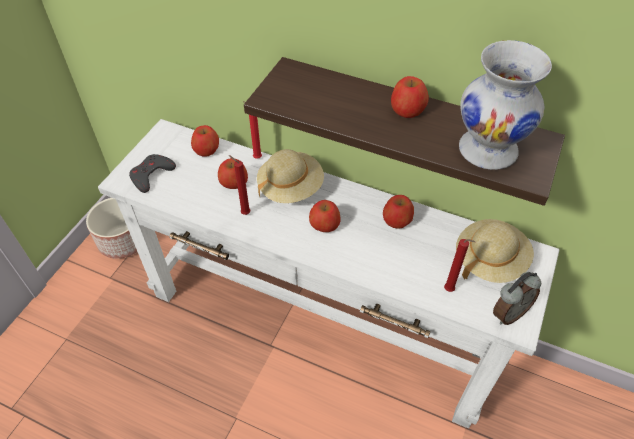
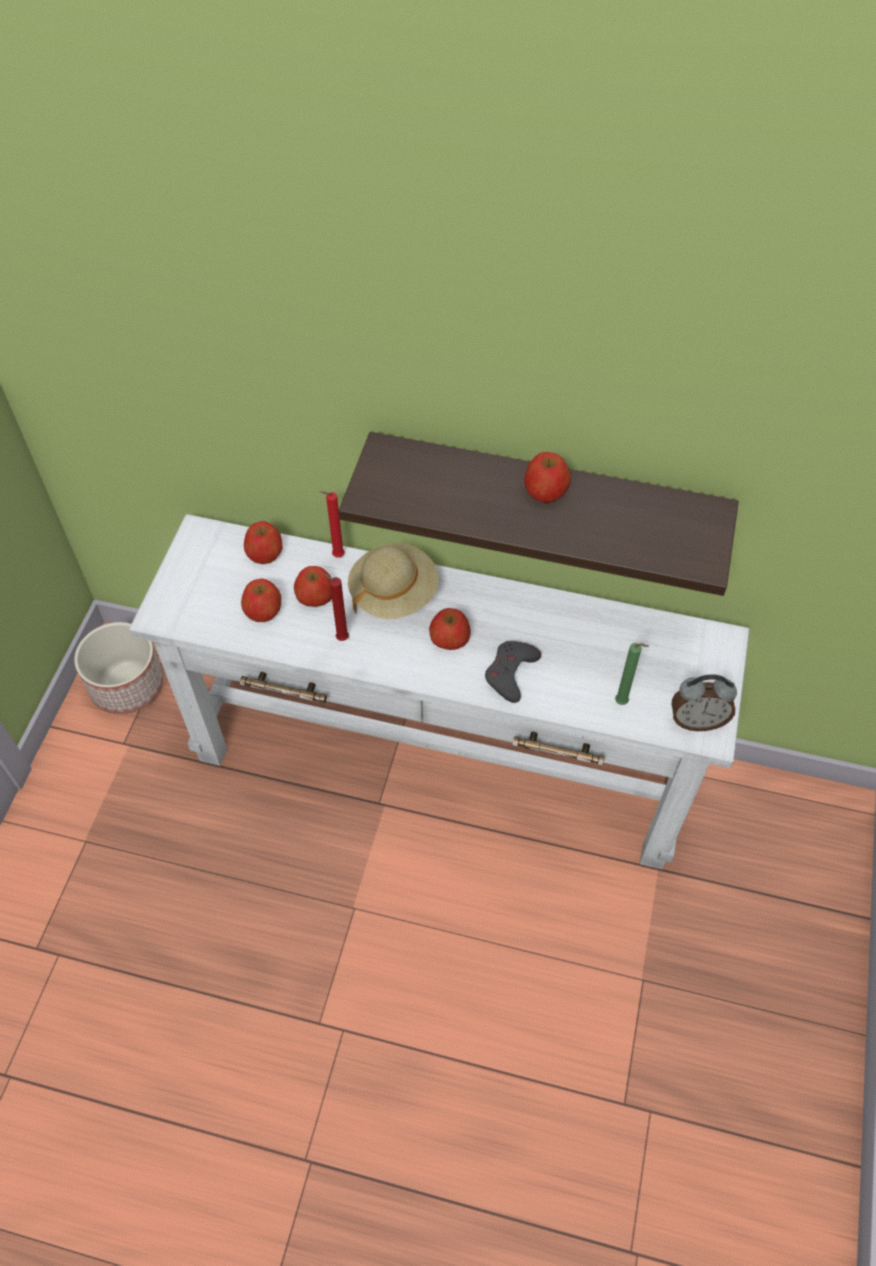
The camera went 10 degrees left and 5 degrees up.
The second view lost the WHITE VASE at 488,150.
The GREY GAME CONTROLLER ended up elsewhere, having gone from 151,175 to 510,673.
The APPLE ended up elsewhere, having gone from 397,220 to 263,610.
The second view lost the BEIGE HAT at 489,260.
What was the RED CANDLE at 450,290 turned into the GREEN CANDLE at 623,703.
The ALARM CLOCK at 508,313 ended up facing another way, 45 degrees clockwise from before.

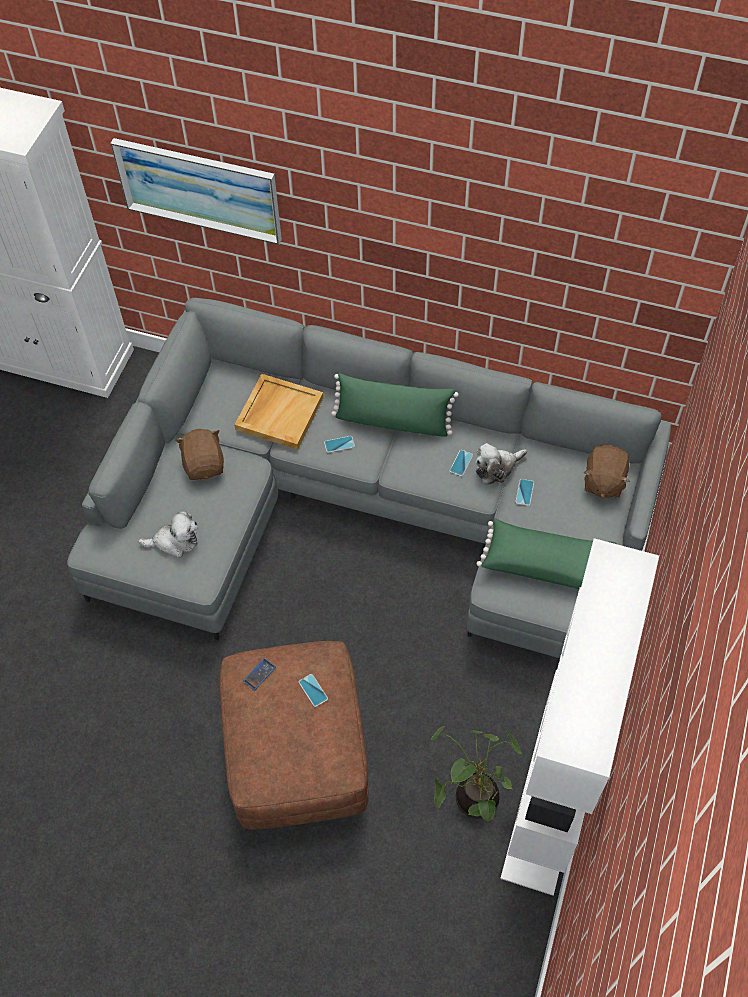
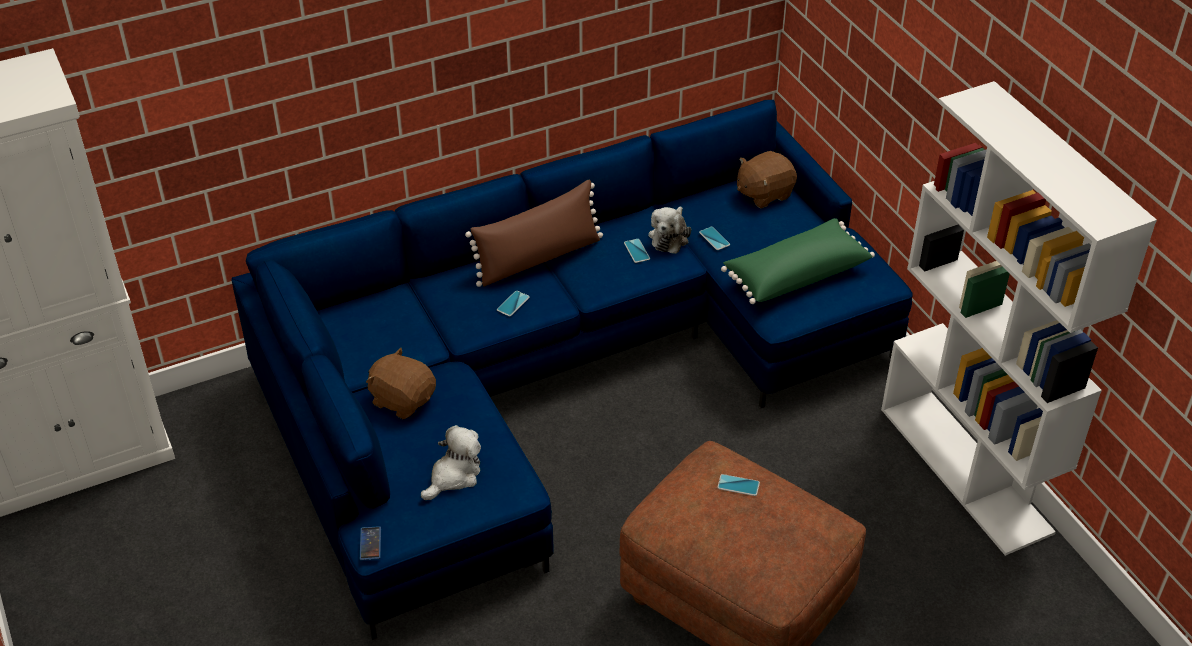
The camera went 45 degrees left and 15 degrees down.
The second view lost the PICTURE at 199,189.
What was the GREY SOFA at 368,509 turned into the BLUE SOFA at 559,376.
What was the GREEN PILLOW at 393,421 turned into the BROWN PILLOW at 538,258.
The second view lost the BEIGE TRAY at 279,413.
The BROWN PLUSH TOY at 603,481 ended up facing another way, 90 degrees clockwise from before.
The PHONE ended up elsewhere, having gone from 259,674 to 370,543.
The second view lost the POTTED PLANT at 473,796.

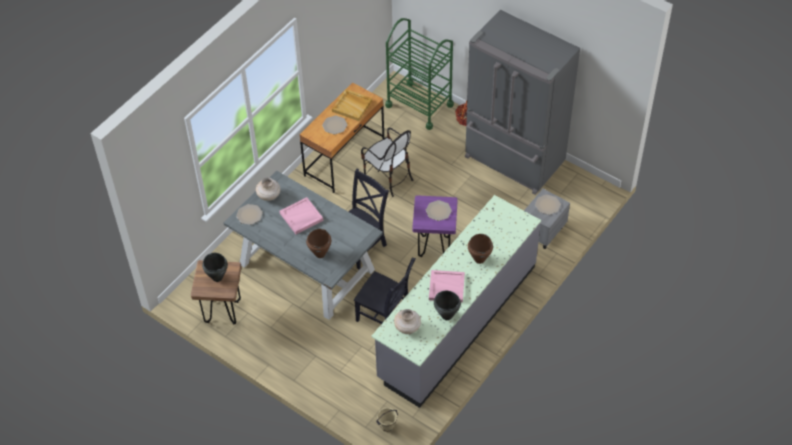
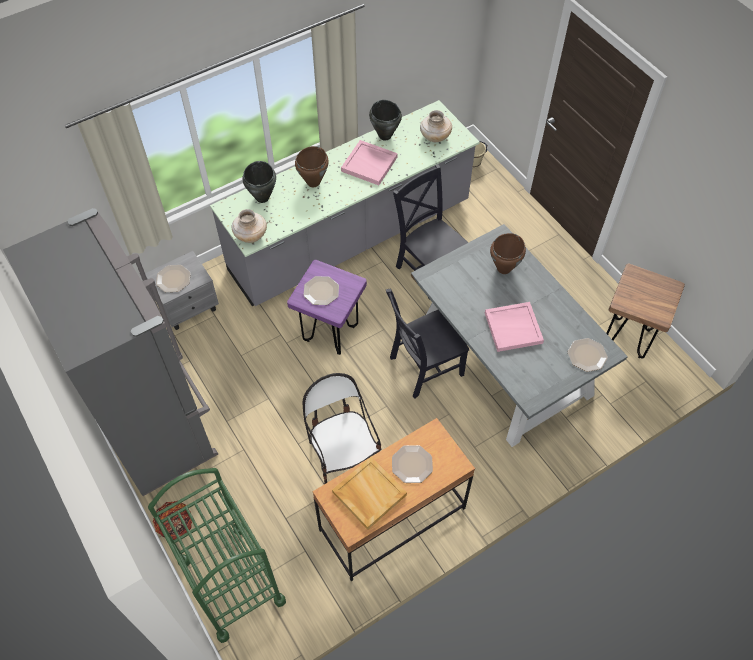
The camera went 160 degrees left and 5 degrees up.
The BEIGE VASE ended up elsewhere, having gone from 269,196 to 251,236.
The BLACK COOKING POT ended up elsewhere, having gone from 217,278 to 263,197.

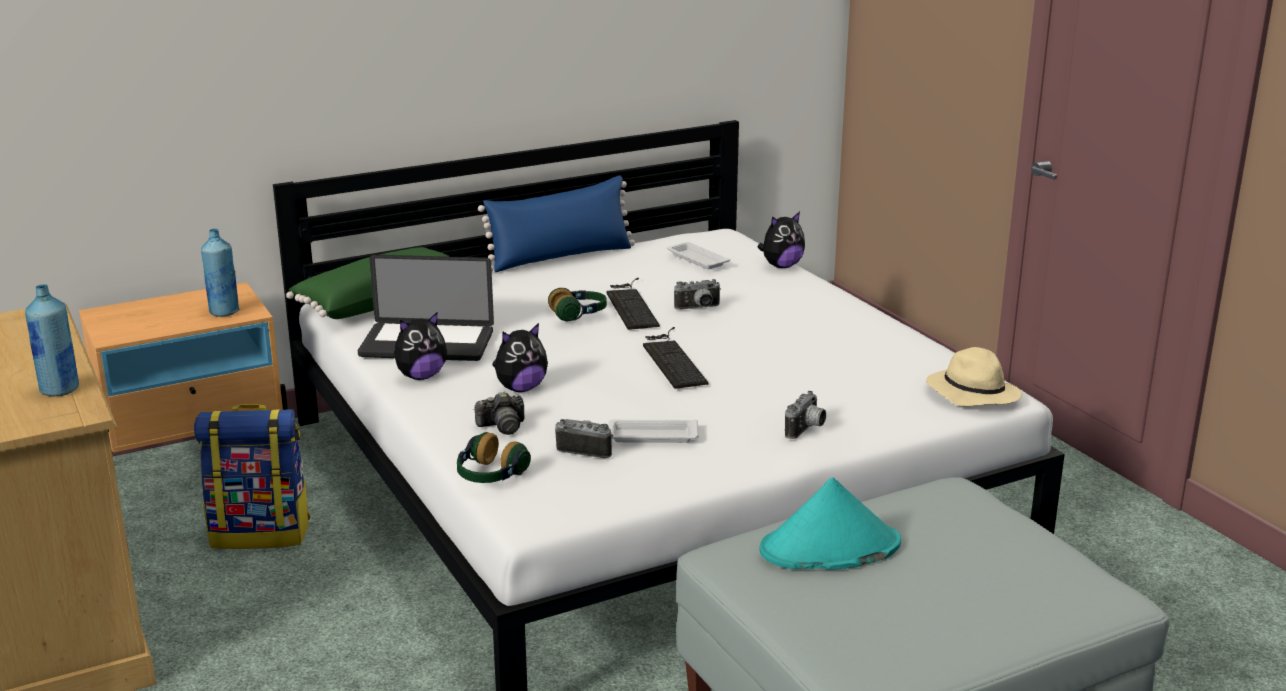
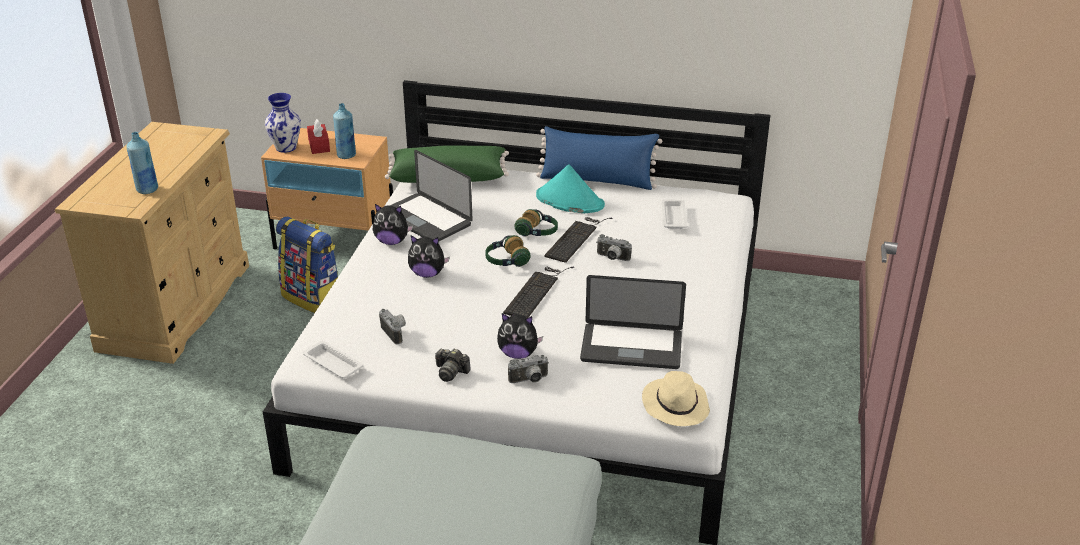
The camera went 40 degrees right and 10 degrees up.
The PLUSH TOY ended up elsewhere, having gone from 781,266 to 518,354.
The PHOTO CAMERA ended up elsewhere, having gone from 502,426 to 451,372.
The WHITE TRAY ended up elsewhere, having gone from 650,436 to 332,363.
The HEADPHONES ended up elsewhere, having gone from 490,476 to 506,261.
The TURQUOISE HAT ended up elsewhere, having gone from 829,548 to 569,201.
The second view gained the VASE at 286,147.
The second view gained the RED TISSUE BOX at 319,145.
The second view gained the LAPTOP at 631,347.

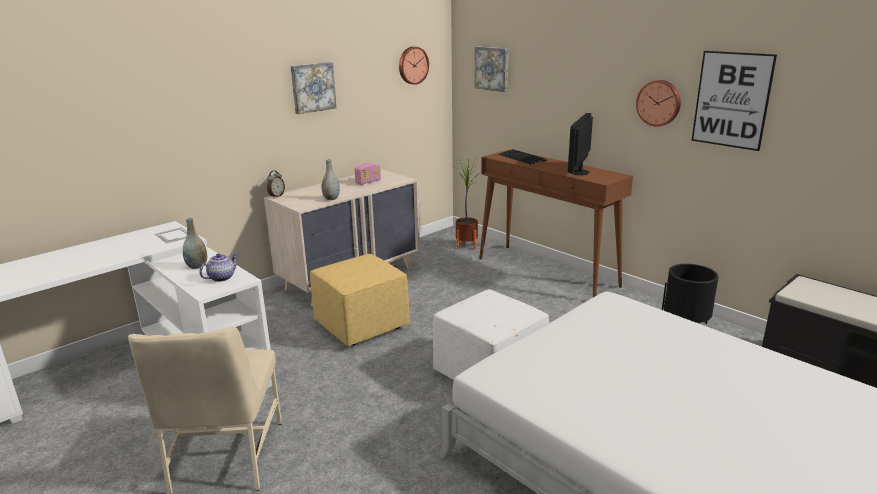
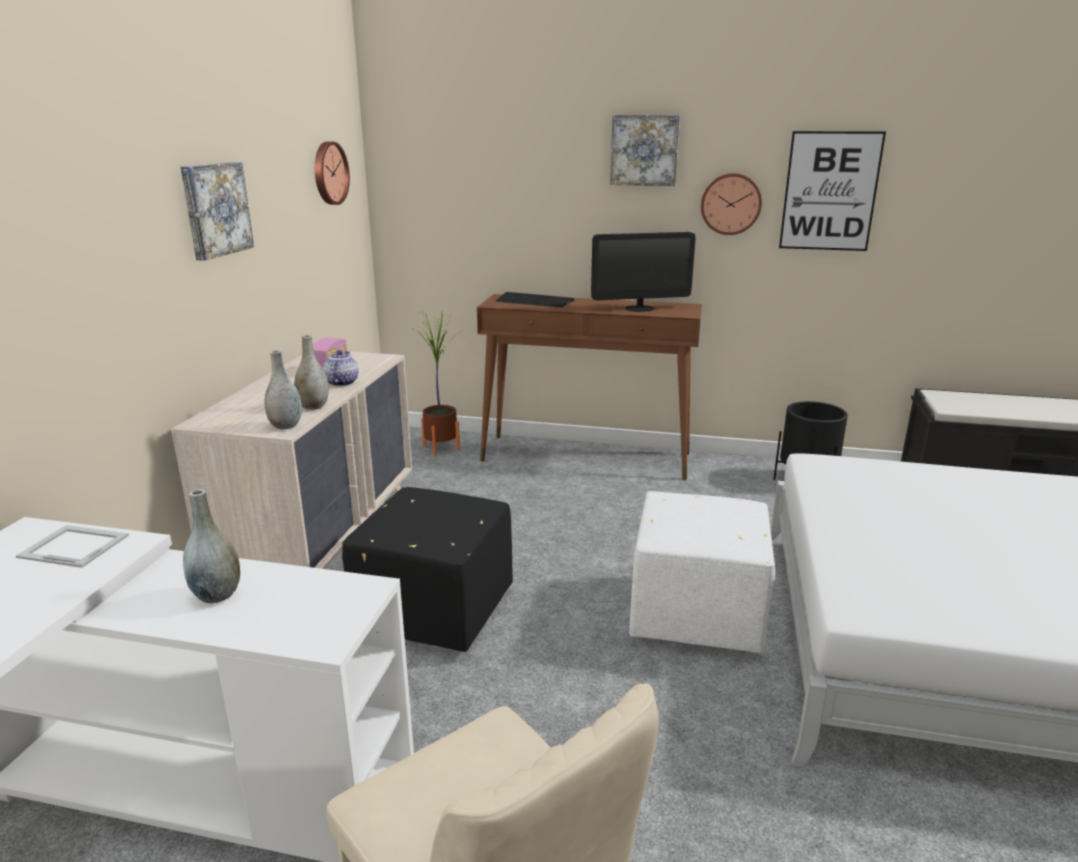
The camera went 35 degrees left and 0 degrees up.
The PICTURE ended up elsewhere, having gone from 492,68 to 644,150.
The MONITOR at 580,172 ended up facing another way, 90 degrees counterclockwise from before.
The second view lost the ALARM CLOCK at 276,196.
The TEAPOT ended up elsewhere, having gone from 222,277 to 342,382.
What was the YELLOW OTTOMAN at 361,325 turned into the BLACK OTTOMAN at 433,610.
The second view gained the GREY VASE at 286,426.

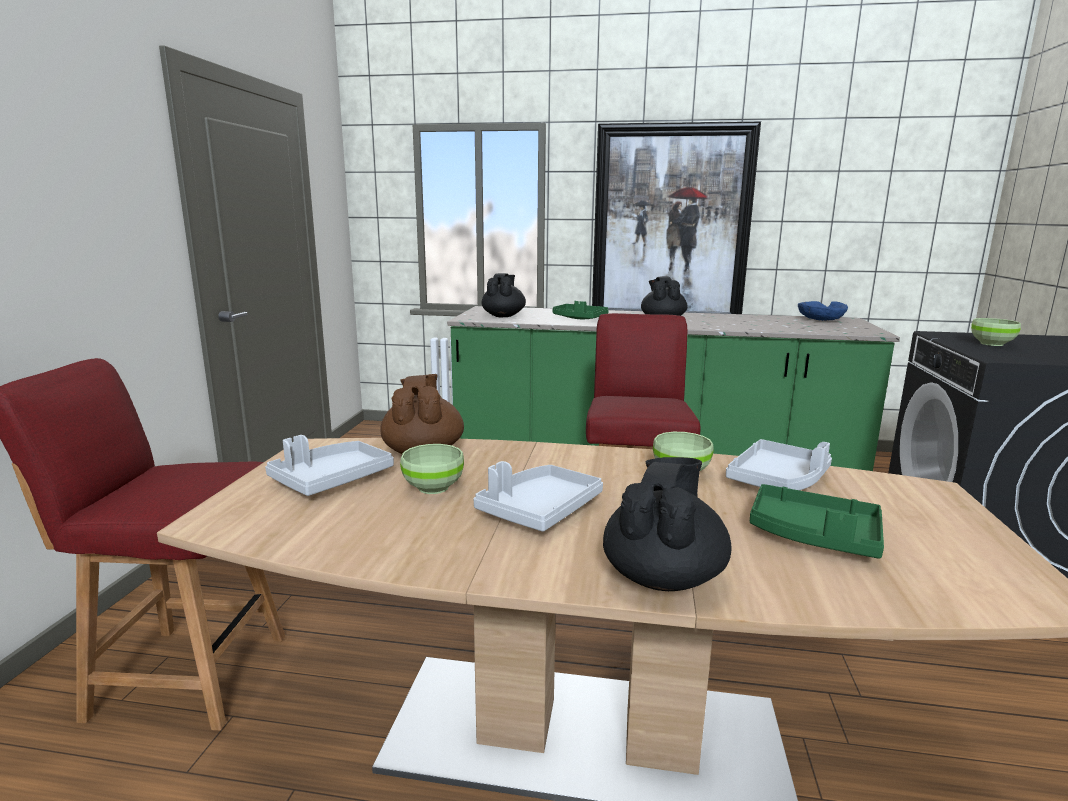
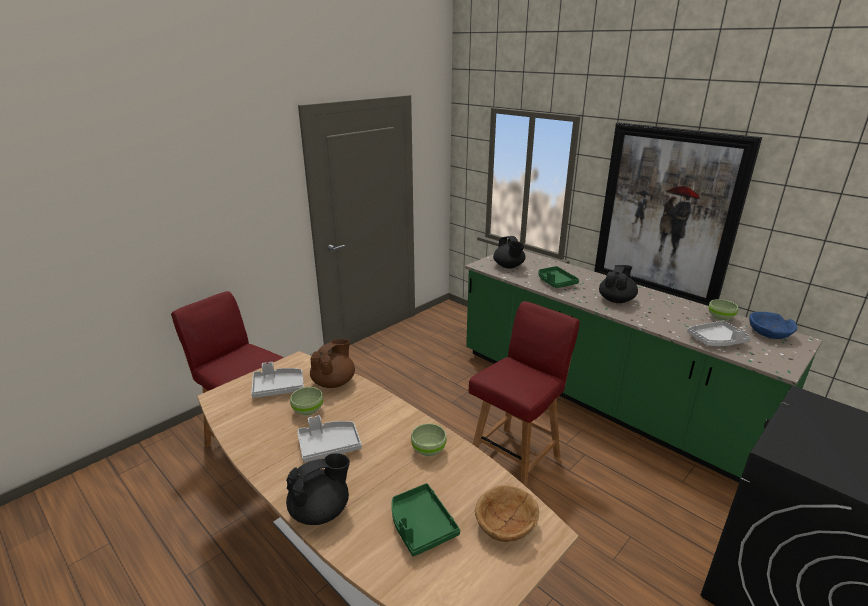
The camera went 35 degrees right and 10 degrees up.
The BLACK TEAPOT at 503,316 ended up facing another way, 120 degrees clockwise from before.
The GREEN BOWL ended up elsewhere, having gone from 990,344 to 720,317.
The GREY TRAY ended up elsewhere, having gone from 778,480 to 716,340.
The second view gained the BROWN BOWL at 505,525.

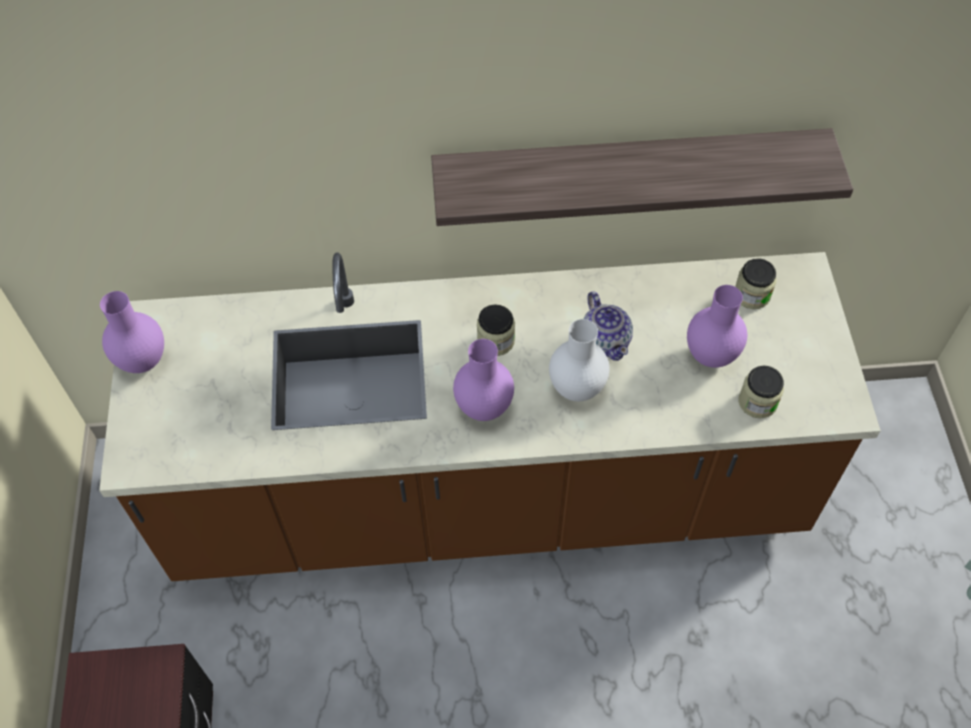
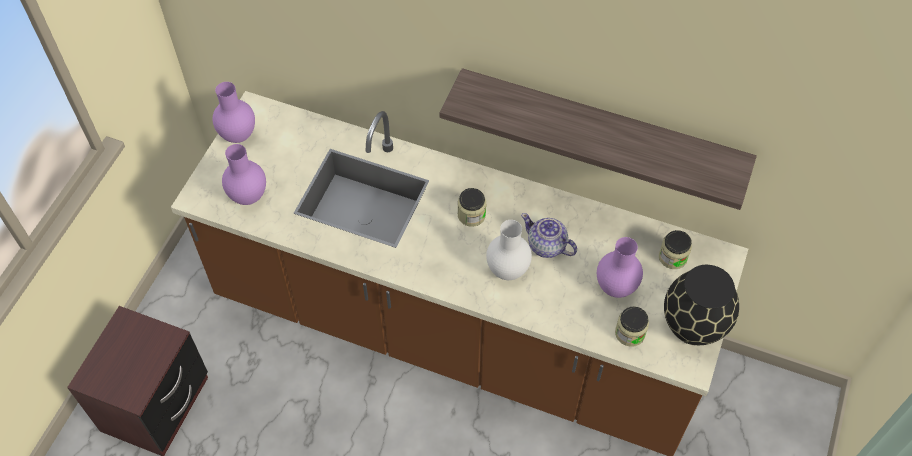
The camera went 25 degrees right and 0 degrees up.
The TEAPOT at 605,341 ended up facing another way, 120 degrees clockwise from before.
The PURPLE VASE ended up elsewhere, having gone from 485,407 to 249,197.
The second view gained the BLACK VASE at 694,326.

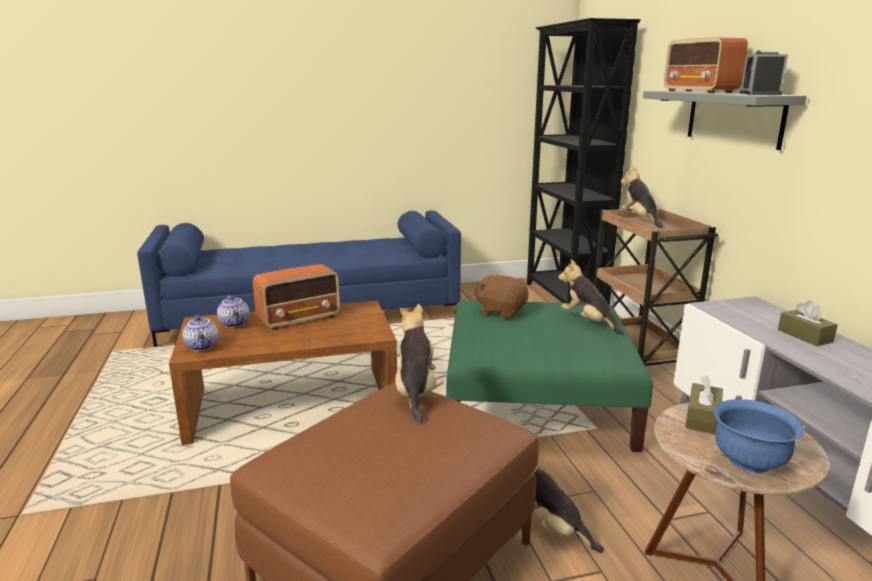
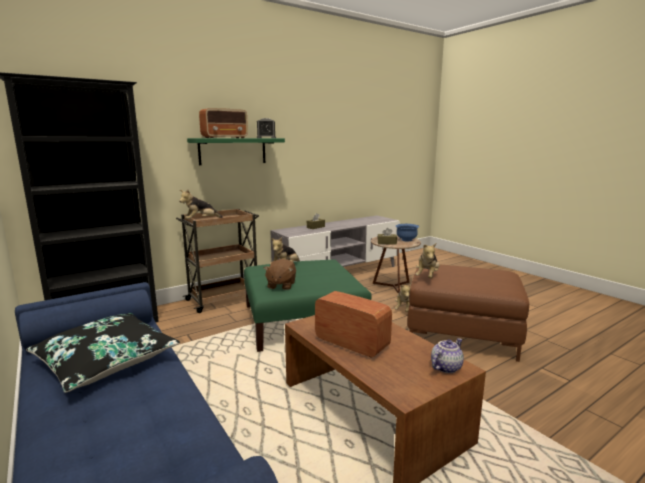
The camera went 110 degrees left and 5 degrees down.
What was the GREY SHELF at 734,118 turned into the GREEN SHELF at 232,151.
The second view lost the TEAPOT at 235,324.
The PLUSH TOY at 416,393 ended up facing another way, 45 degrees counterclockwise from before.
The second view gained the BLACK PILLOW at 106,361.

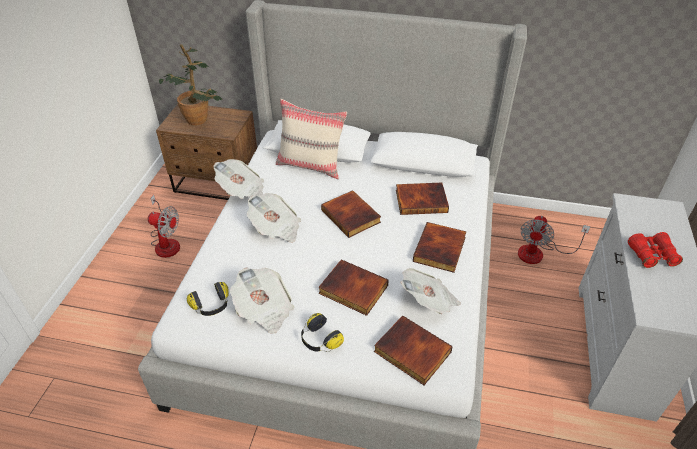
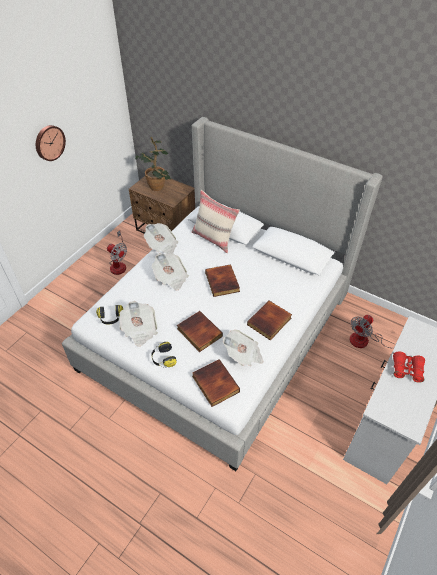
The camera went 20 degrees right and 5 degrees up.
The second view lost the BOOK at 421,200.
The second view gained the WALL CLOCK at 49,142.

